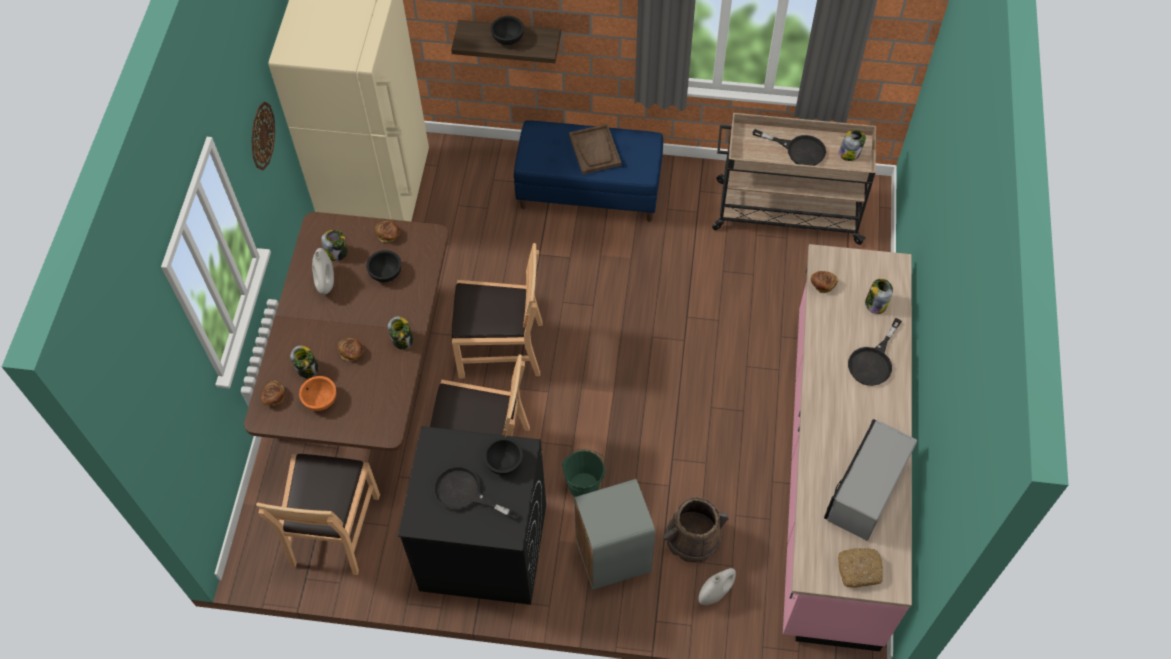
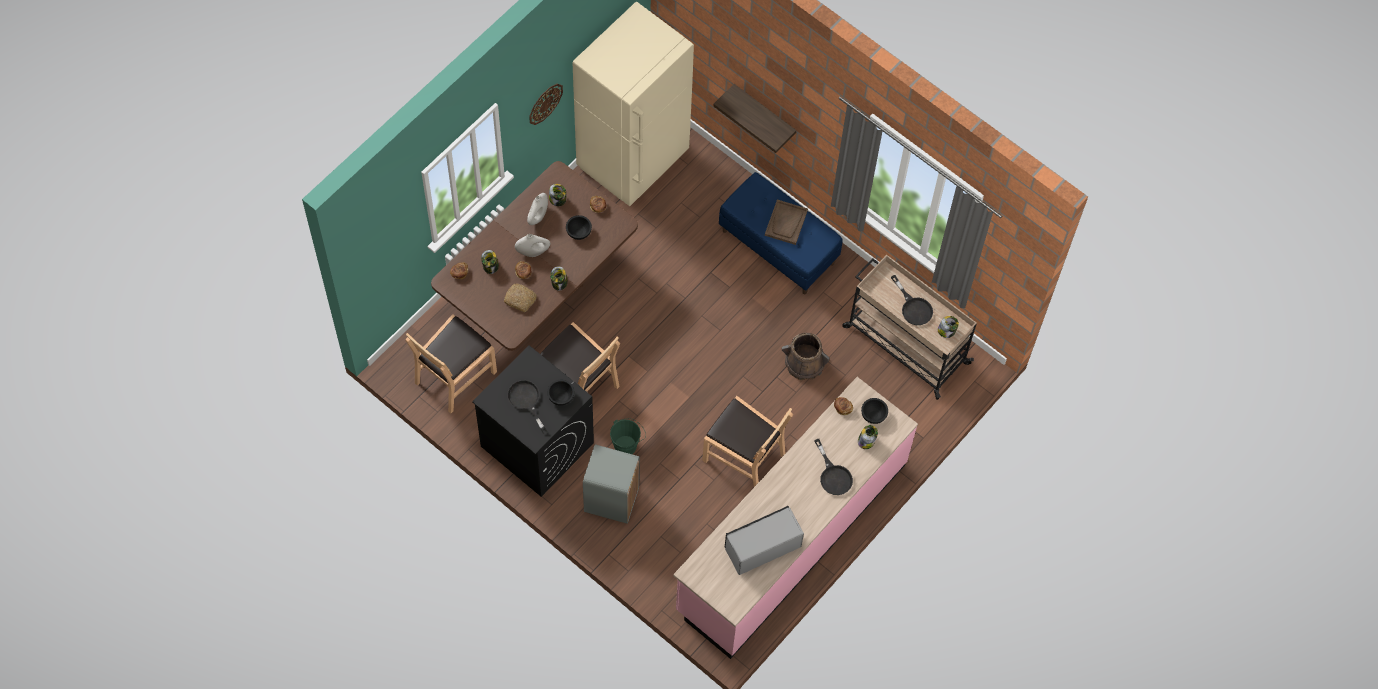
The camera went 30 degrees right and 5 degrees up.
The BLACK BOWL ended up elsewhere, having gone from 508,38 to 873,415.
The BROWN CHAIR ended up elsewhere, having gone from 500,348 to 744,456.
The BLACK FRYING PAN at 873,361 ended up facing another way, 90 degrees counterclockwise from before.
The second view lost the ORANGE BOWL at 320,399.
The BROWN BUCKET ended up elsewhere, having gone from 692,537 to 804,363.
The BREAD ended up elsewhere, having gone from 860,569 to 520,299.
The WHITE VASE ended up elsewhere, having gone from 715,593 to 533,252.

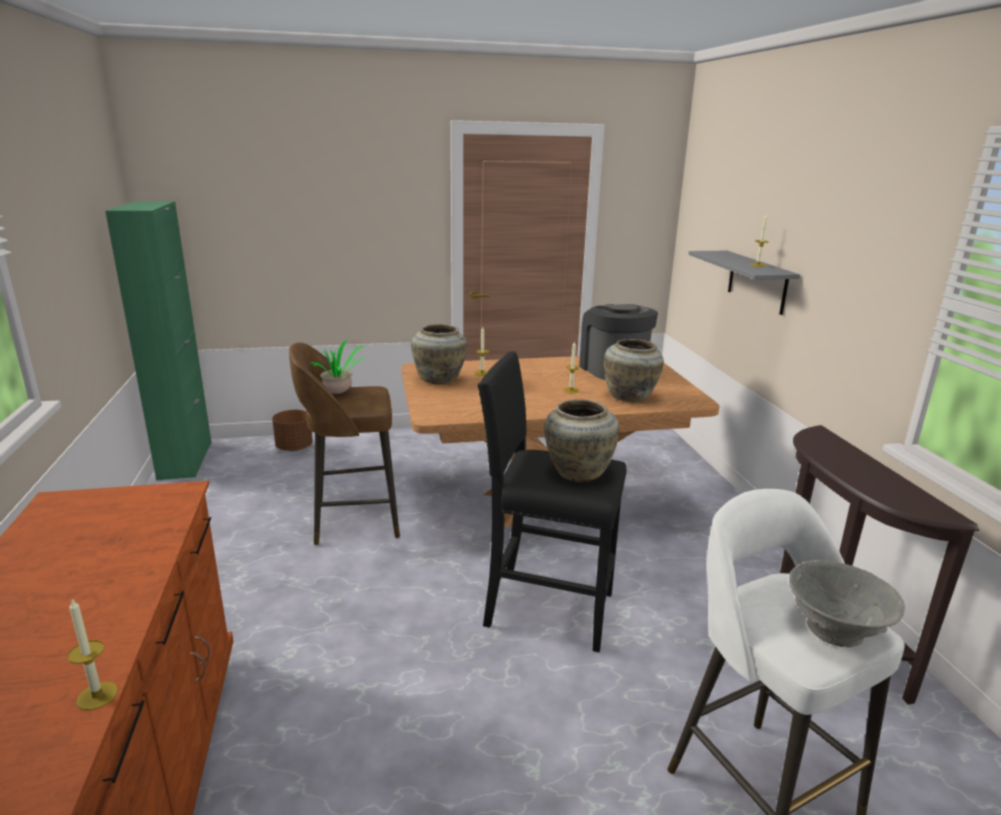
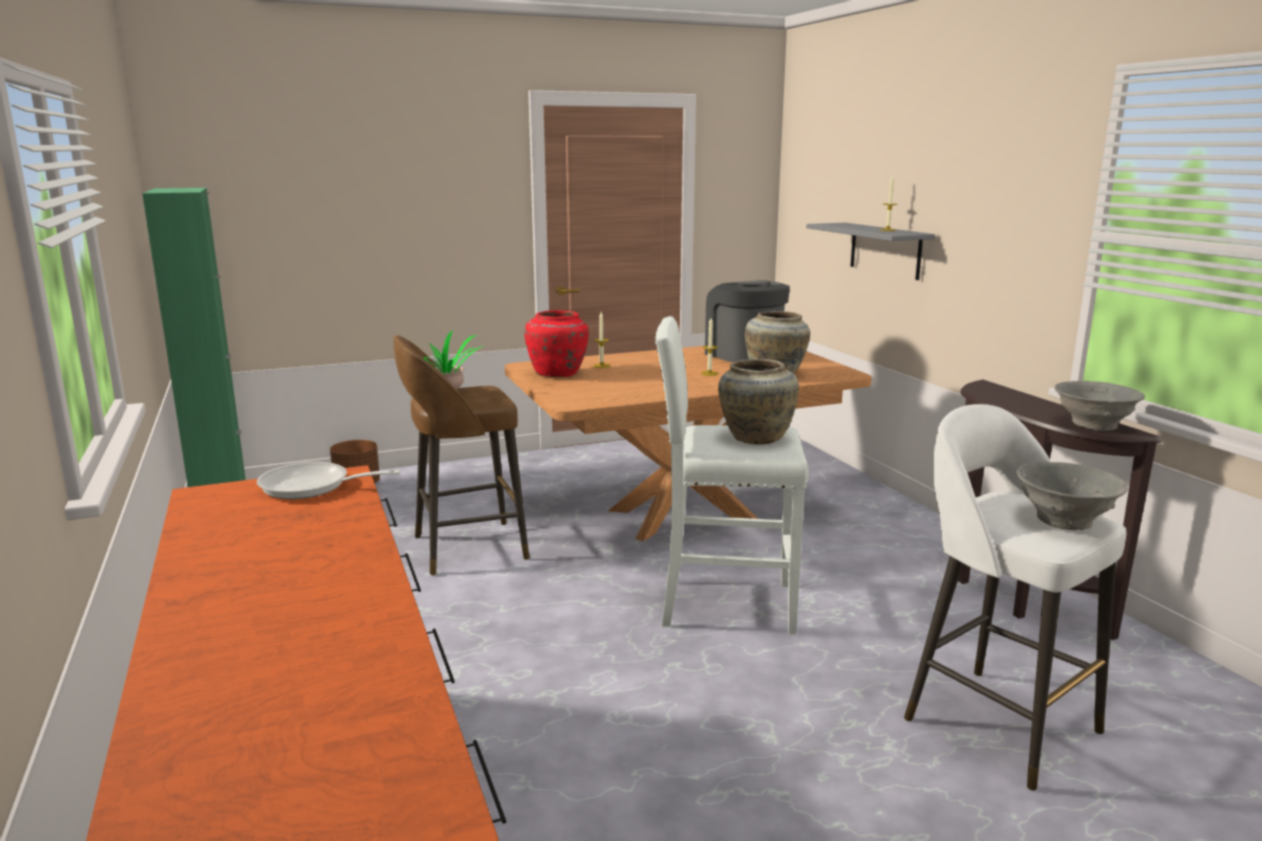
The camera went 10 degrees left and 5 degrees down.
What was the BEIGE VASE at 440,380 turned into the RED VASE at 558,374.
What was the BLACK STOOL at 546,608 turned into the WHITE STOOL at 723,604.
The second view lost the CANDLE at 97,696.
The second view gained the GREY BOWL at 1093,425.
The second view gained the FRYING PAN at 312,487.

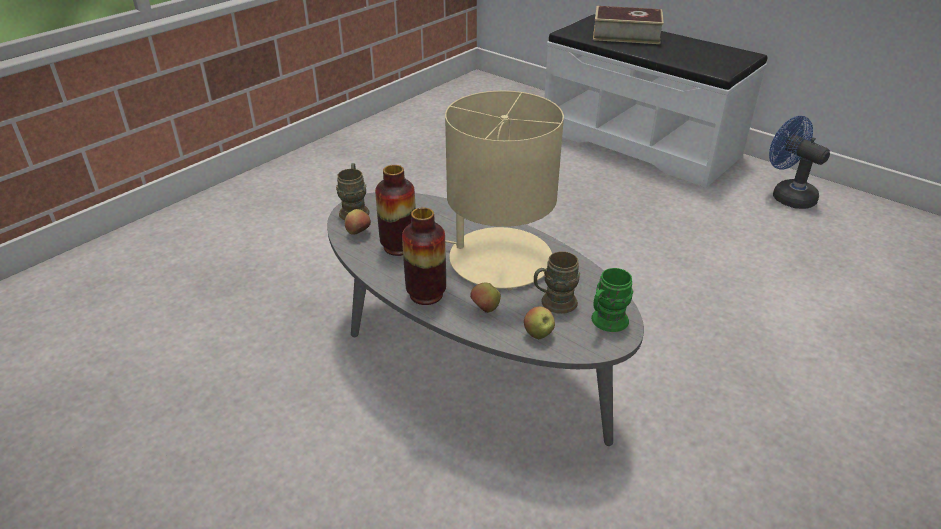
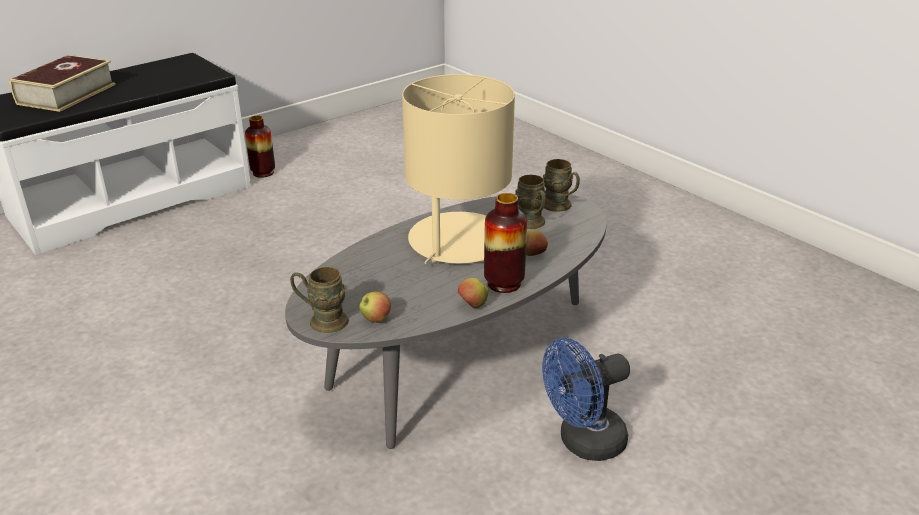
The camera went 80 degrees left and 5 degrees down.
The BLUE FAN ended up elsewhere, having gone from 787,195 to 583,443.
The VASE ended up elsewhere, having gone from 399,247 to 263,173.
What was the GREEN MUG at 605,323 turned into the BROWN MUG at 560,206.
The APPLE ended up elsewhere, having gone from 538,334 to 472,305.

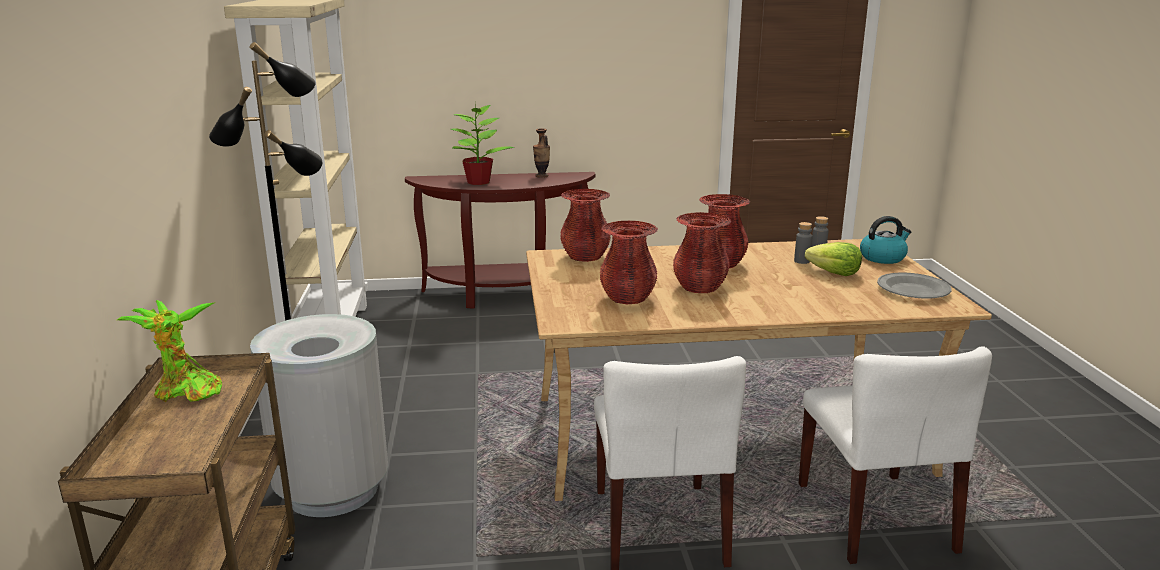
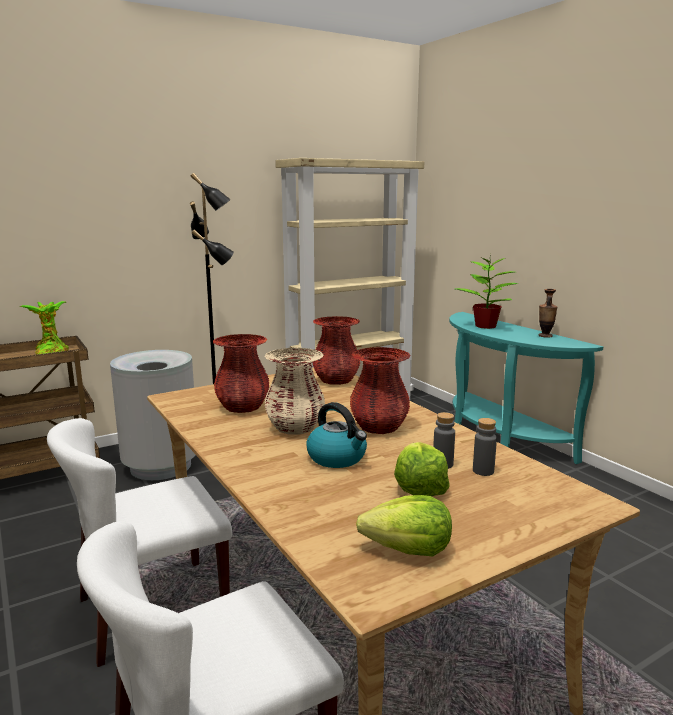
The camera went 65 degrees right and 5 degrees down.
What was the BROWN CONSOLE TABLE at 505,295 turned into the TURQUOISE CONSOLE TABLE at 498,437.
What was the RED VASE at 699,287 turned into the BEIGE VASE at 295,428.
The KETTLE ended up elsewhere, having gone from 883,257 to 337,458.
Where the GREY PLATE stood at 913,290, the LETTUCE came to stand at 408,549.

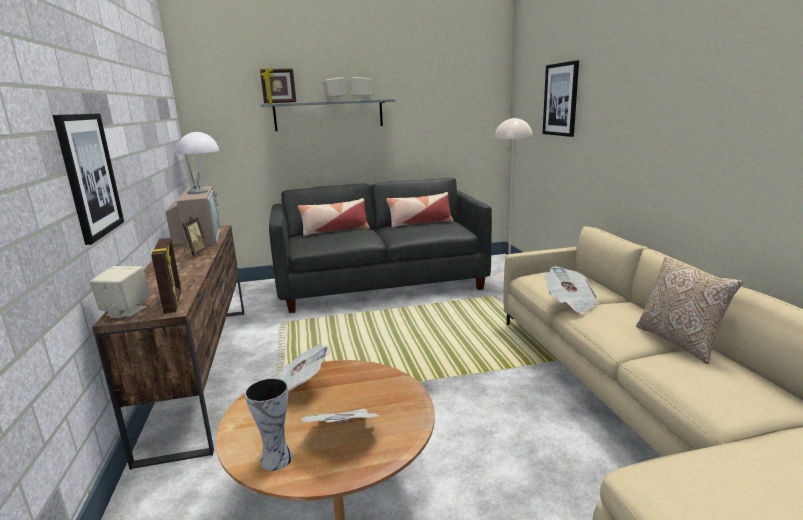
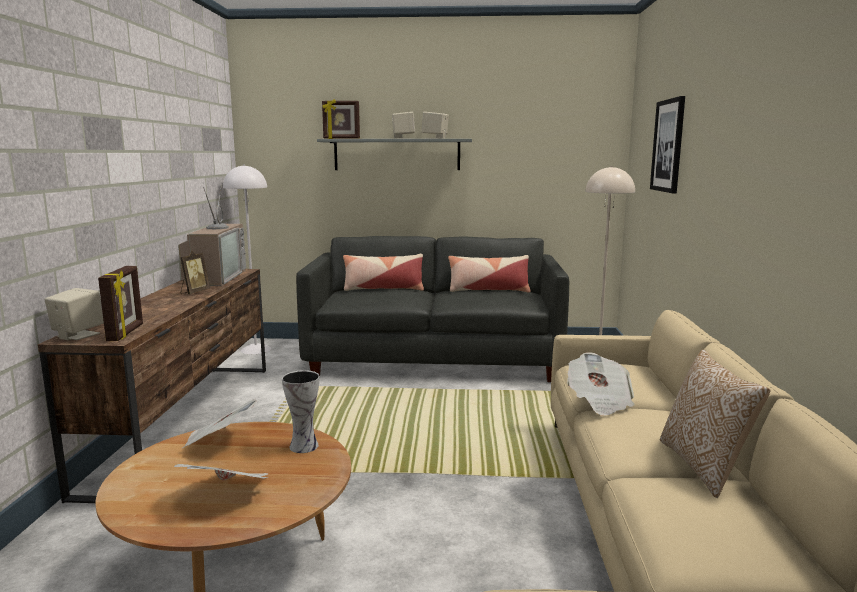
The camera went 15 degrees right and 5 degrees down.
The second view lost the PICTURE at 89,175.
The VASE ended up elsewhere, having gone from 276,458 to 304,445.

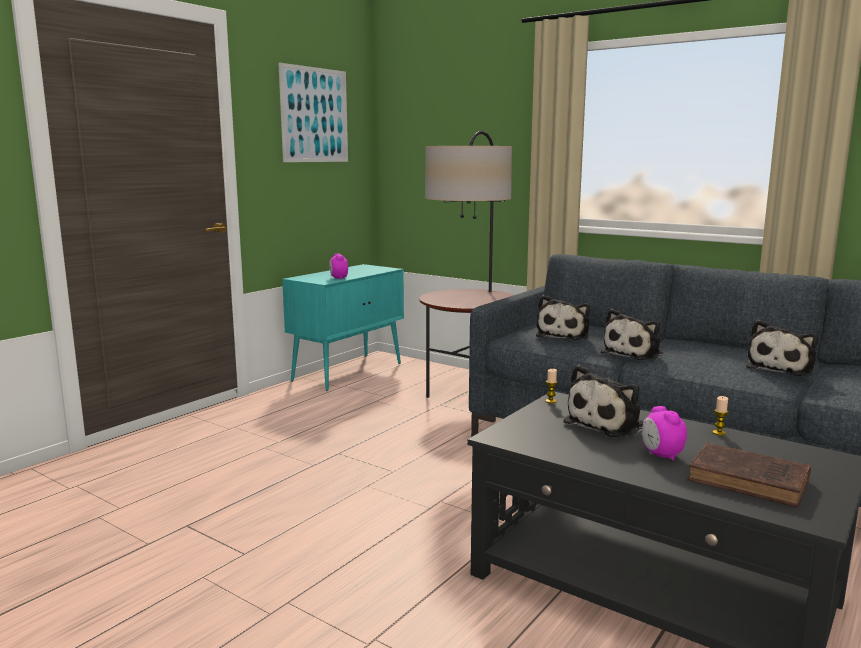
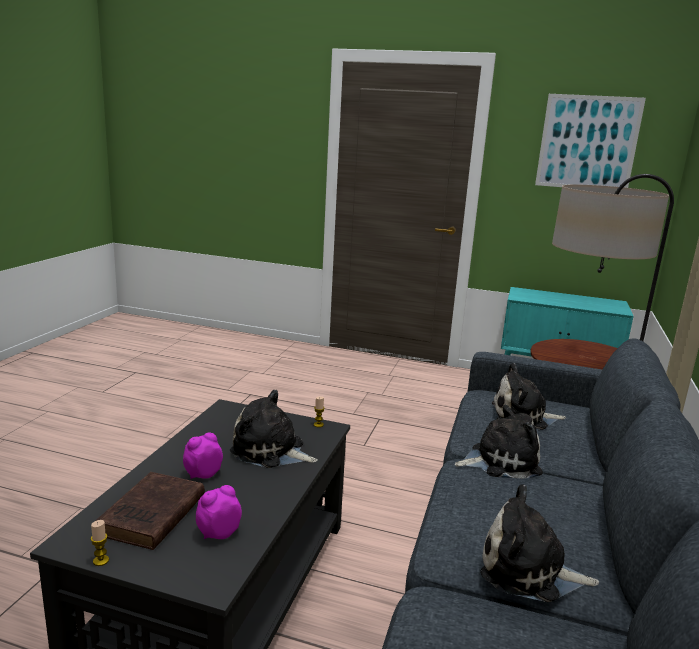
The camera went 70 degrees right and 5 degrees up.
The ALARM CLOCK ended up elsewhere, having gone from 338,278 to 218,533.
The PLUSH TOY at 634,353 ended up facing another way, 150 degrees clockwise from before.
The CANDLE ended up elsewhere, having gone from 719,433 to 101,561.

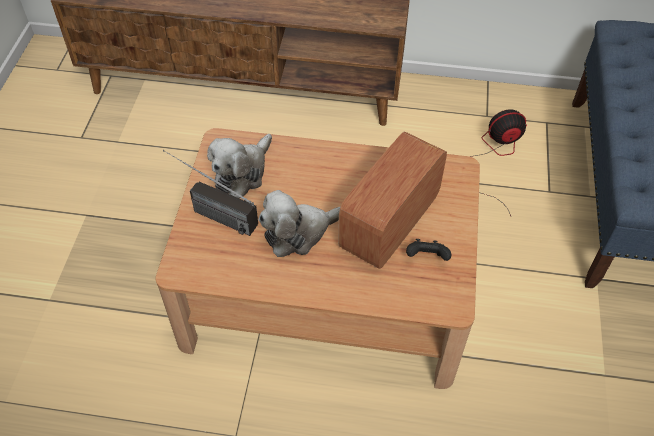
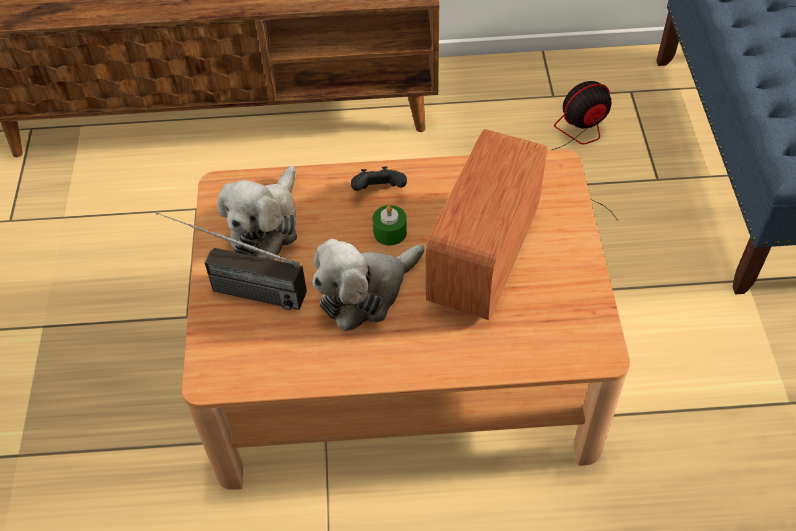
The camera went 10 degrees left and 0 degrees up.
The BLACK GAME CONTROLLER ended up elsewhere, having gone from 426,258 to 379,191.
The second view gained the GREEN CANDLE at 390,232.

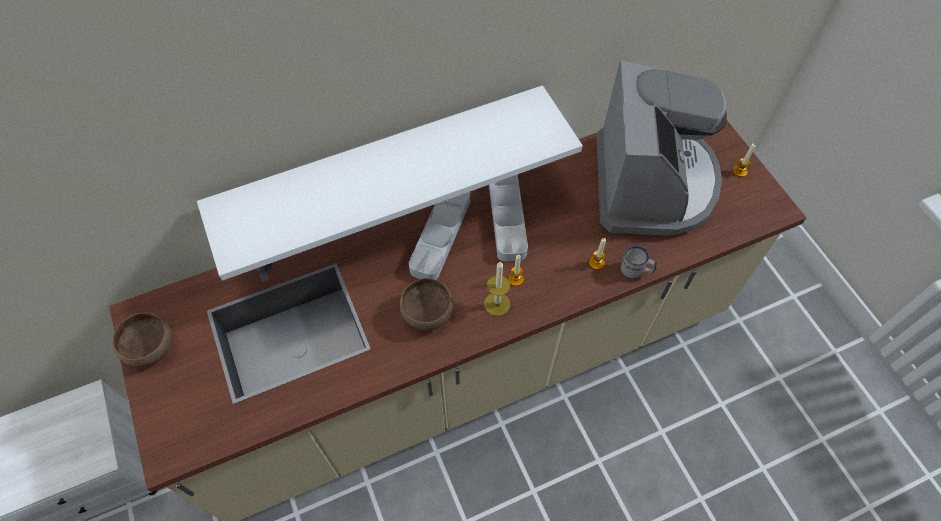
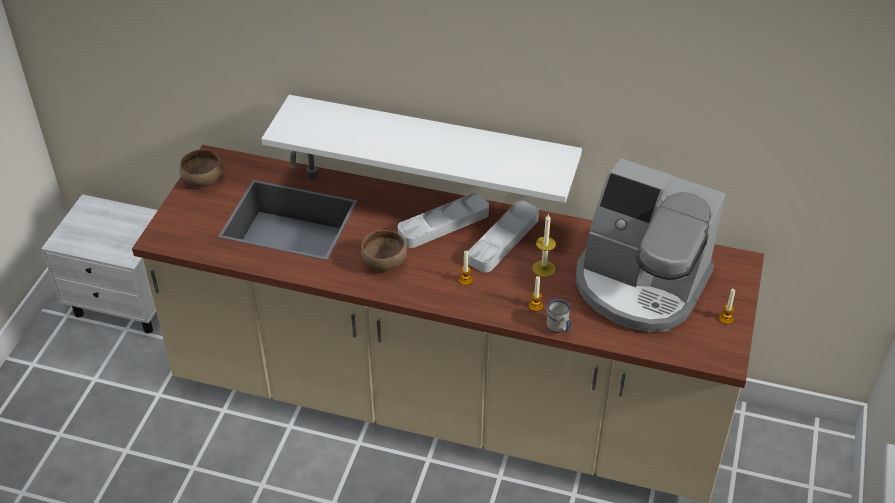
The camera went 40 degrees right and 15 degrees down.
The COFFEE MACHINE at 652,184 ended up facing another way, 75 degrees clockwise from before.
The CANDLE ended up elsewhere, having gone from 497,304 to 544,268.

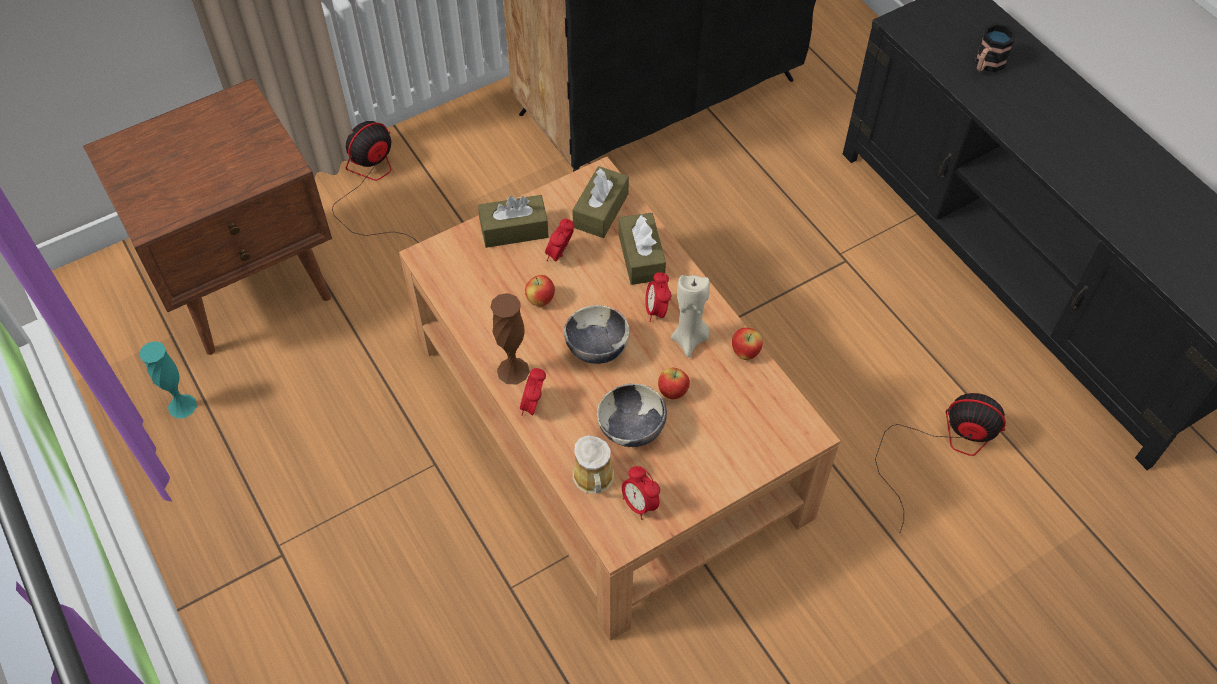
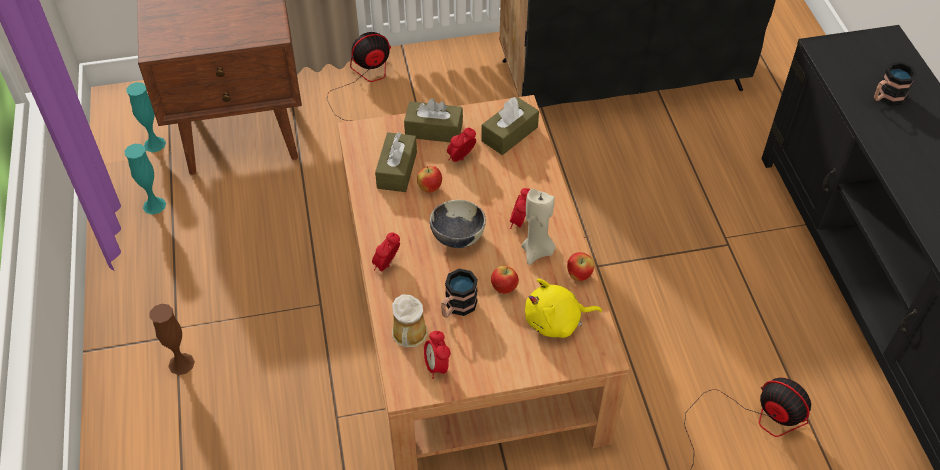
The camera went 20 degrees right and 5 degrees down.
The BROWN TISSUE BOX ended up elsewhere, having gone from 641,257 to 397,170.
The BROWN VASE ended up elsewhere, having gone from 513,370 to 181,363.
Where the BOWL stood at 631,430, the MUG came to stand at 457,307.
The second view gained the TURQUOISE VASE at 154,144.
The second view gained the YELLOW PLUSH TOY at 556,321.

